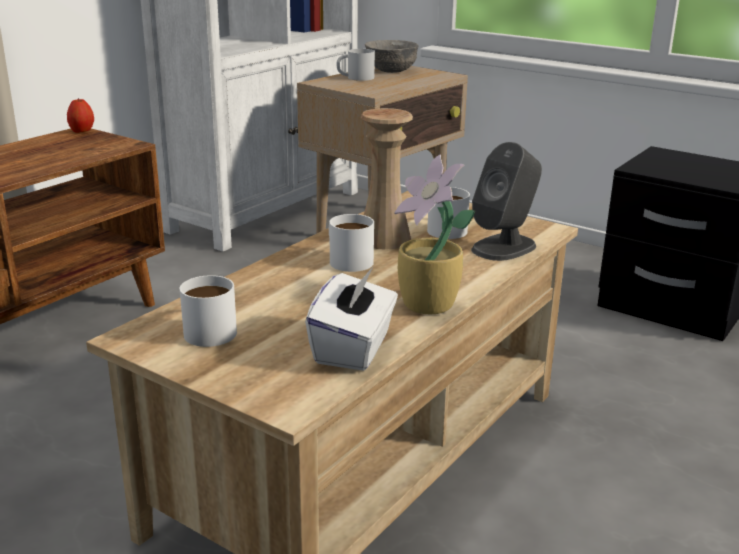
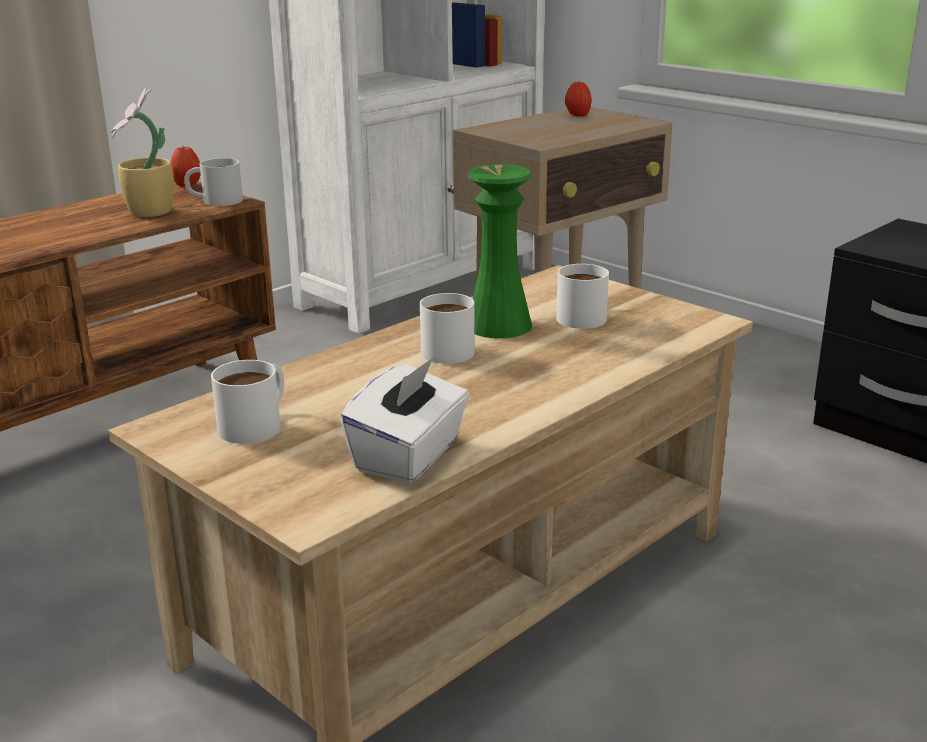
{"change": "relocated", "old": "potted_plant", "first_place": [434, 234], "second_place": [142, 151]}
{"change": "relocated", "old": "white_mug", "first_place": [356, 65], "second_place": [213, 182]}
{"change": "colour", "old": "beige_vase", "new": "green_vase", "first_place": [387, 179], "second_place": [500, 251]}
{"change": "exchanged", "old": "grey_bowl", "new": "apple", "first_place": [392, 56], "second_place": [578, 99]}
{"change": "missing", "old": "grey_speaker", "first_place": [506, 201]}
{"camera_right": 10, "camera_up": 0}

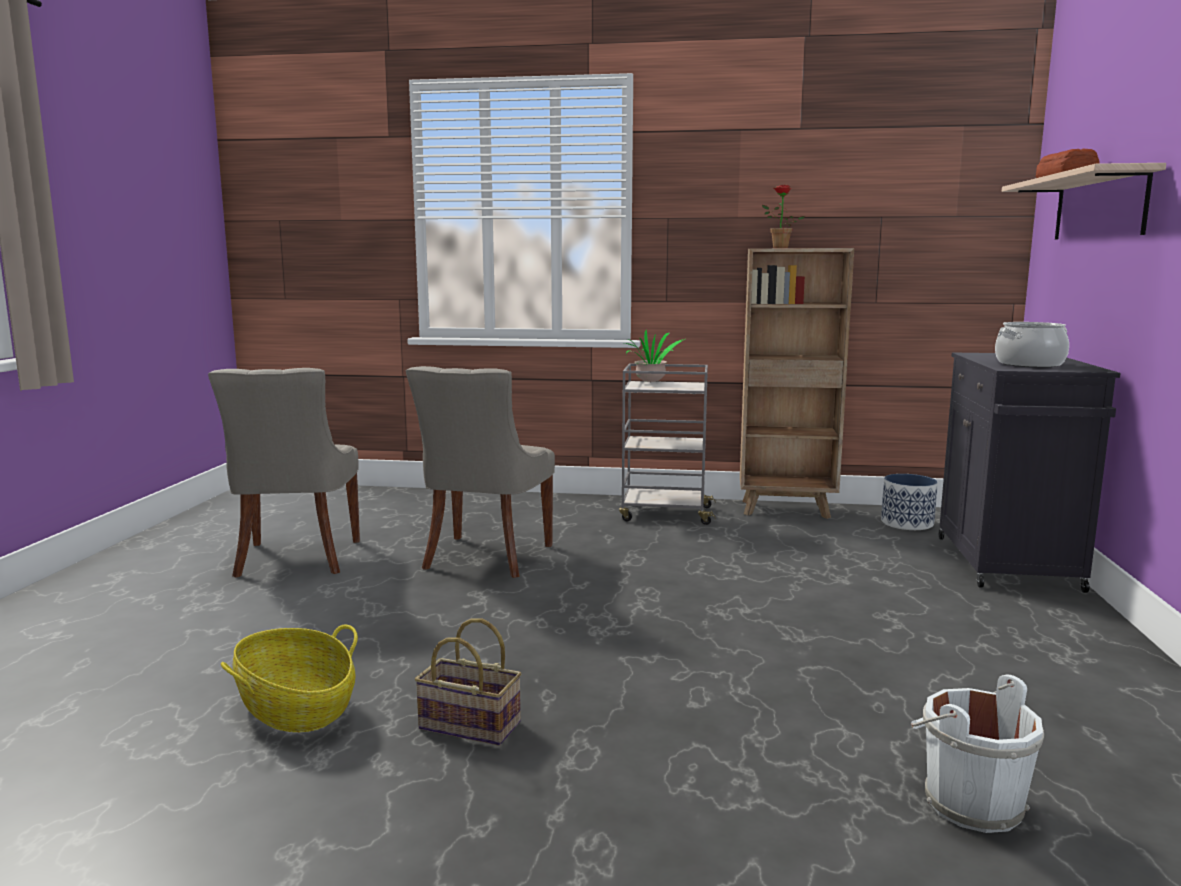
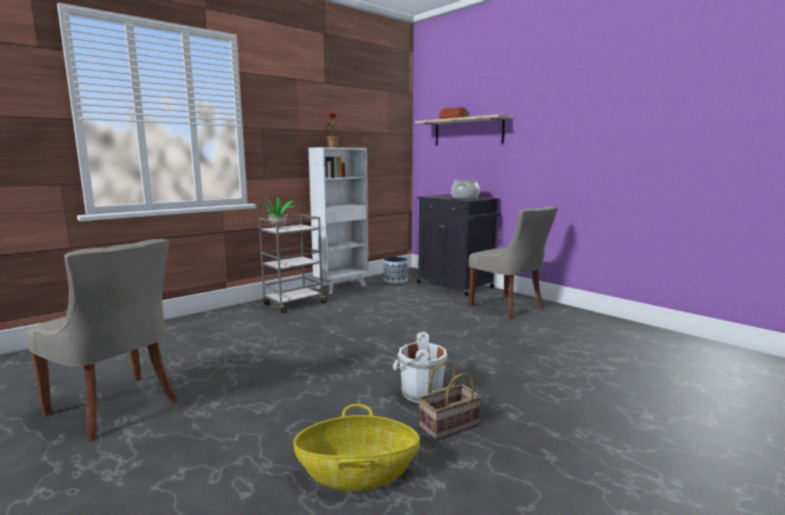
{"change": "colour", "old": "brown_bookcase", "new": "white_bookcase", "first_place": [797, 383], "second_place": [338, 220]}
{"change": "relocated", "old": "white_bucket", "first_place": [977, 753], "second_place": [420, 367]}
{"change": "relocated", "old": "grey_chair", "first_place": [480, 472], "second_place": [513, 262]}
{"camera_right": -50, "camera_up": 0}

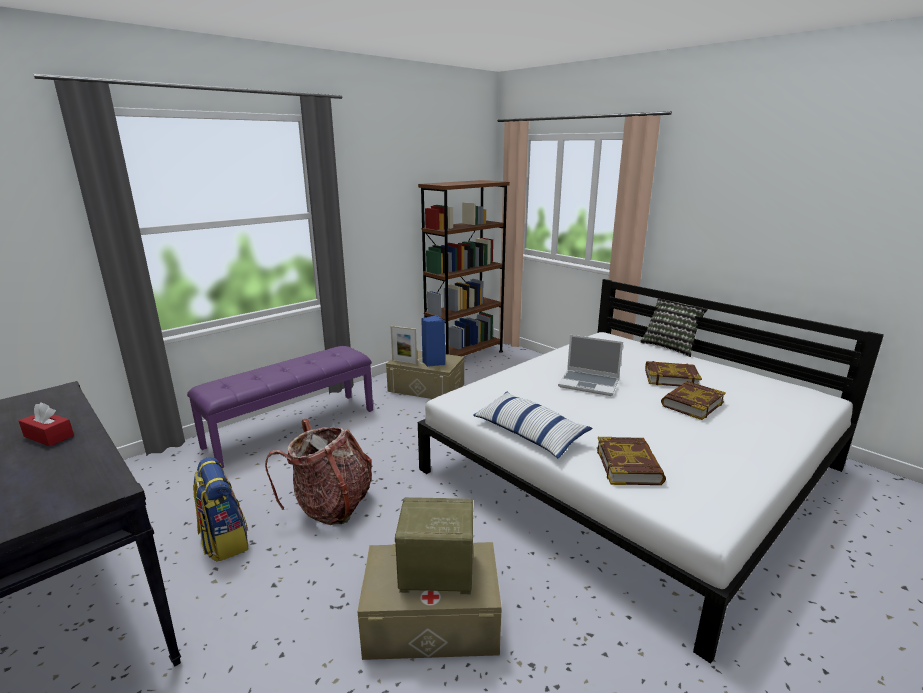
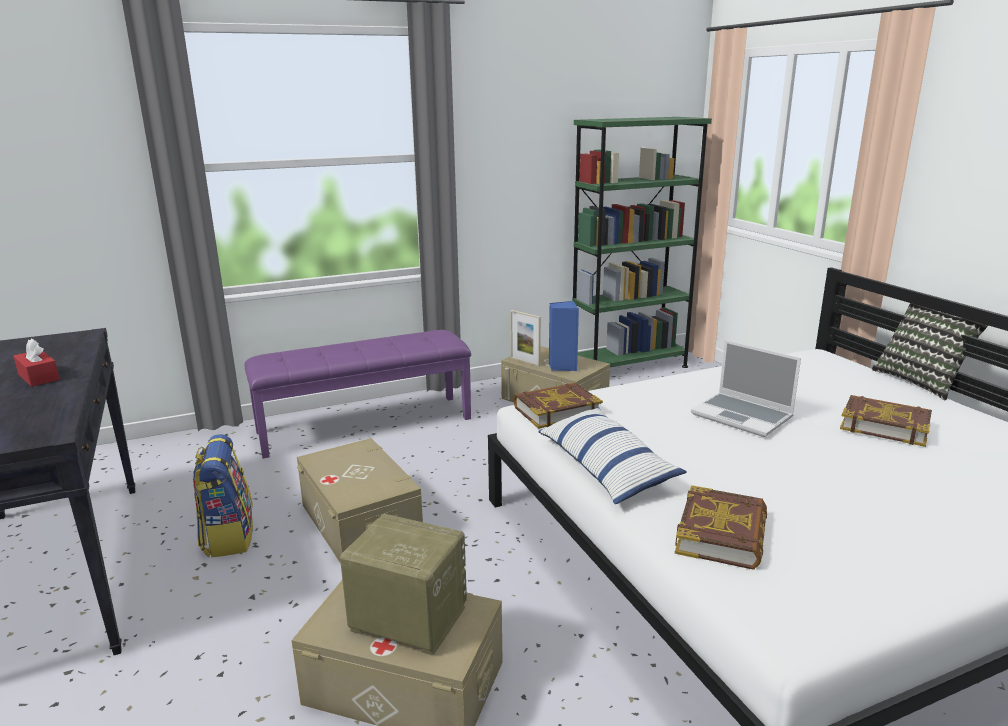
{"change": "exchanged", "old": "backpack", "new": "beige_storage_box", "first_place": [318, 472], "second_place": [360, 500]}
{"change": "relocated", "old": "book", "first_place": [693, 400], "second_place": [558, 406]}
{"change": "colour", "old": "brown_bookcase", "new": "green_bookcase", "first_place": [464, 268], "second_place": [642, 242]}
{"camera_right": 20, "camera_up": 0}

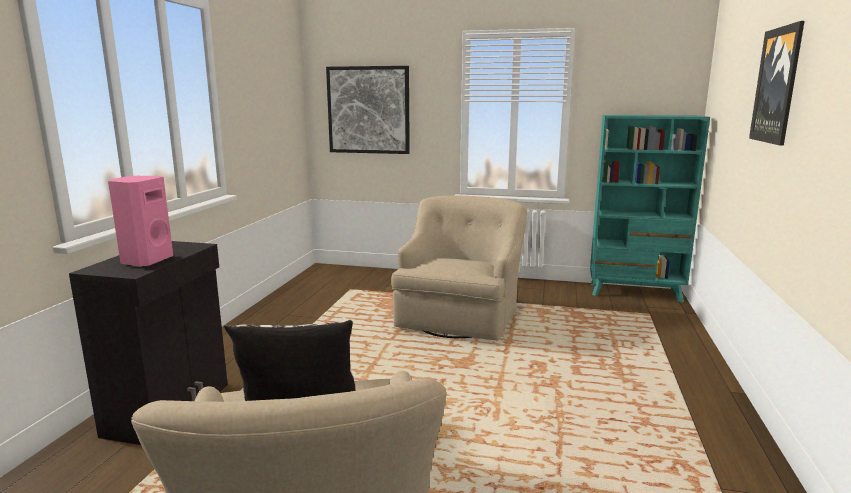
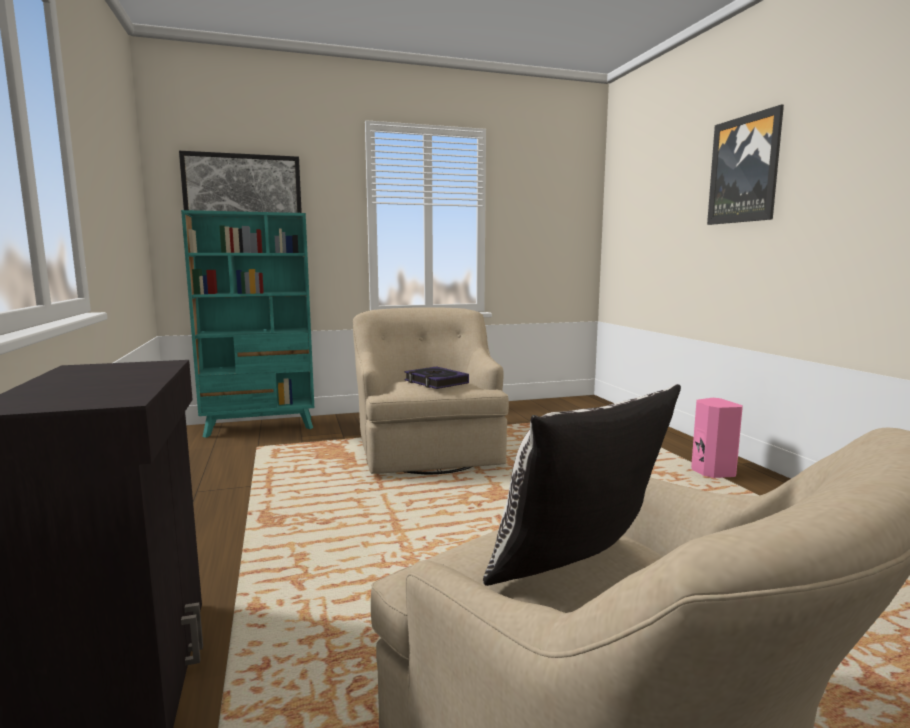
{"change": "relocated", "old": "turquoise_bookcase", "first_place": [650, 209], "second_place": [247, 324]}
{"change": "appeared", "new": "book", "second_place": [436, 377]}
{"change": "relocated", "old": "pink_speaker", "first_place": [140, 221], "second_place": [717, 438]}
{"camera_right": -30, "camera_up": -5}

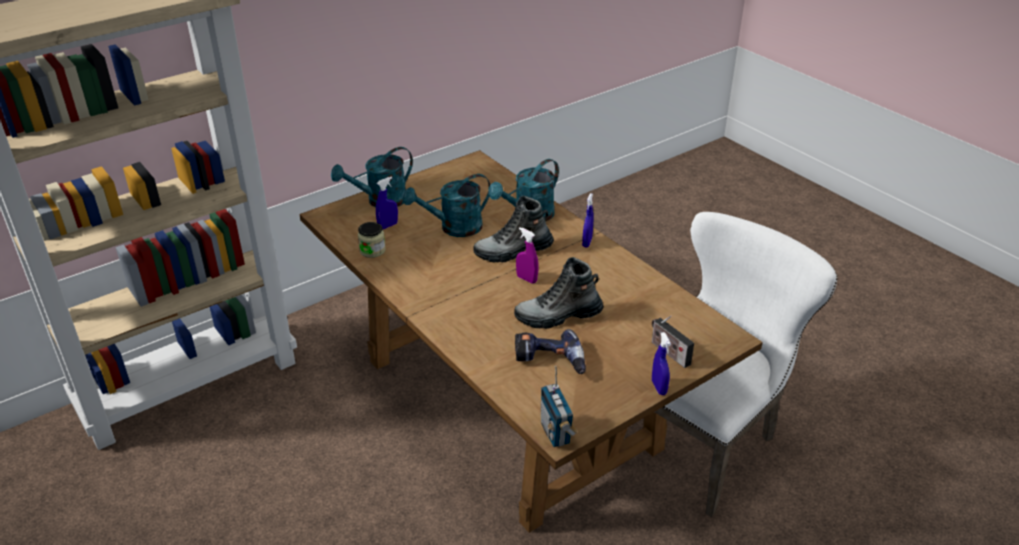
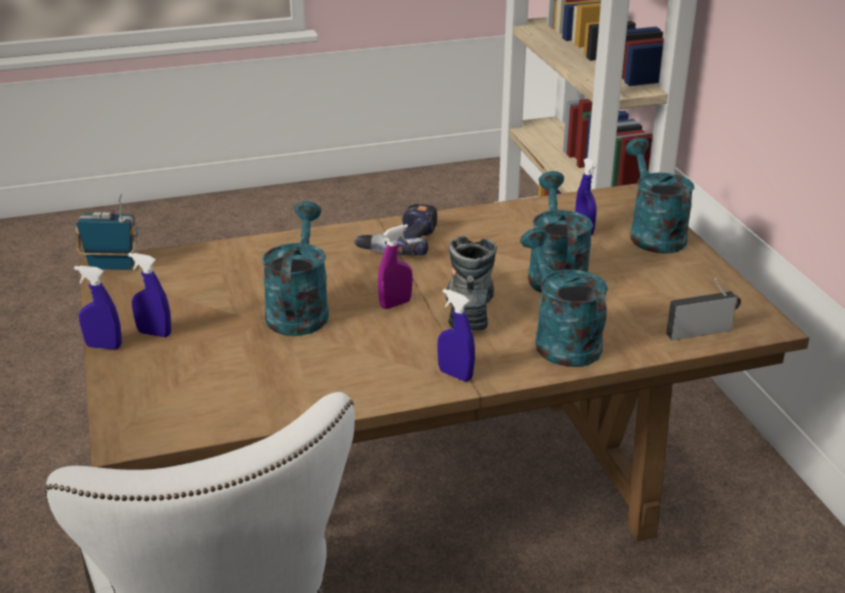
{"change": "appeared", "new": "blue_spray_bottle", "second_place": [149, 295]}
{"change": "exchanged", "old": "boot", "new": "turquoise_watering_can", "first_place": [559, 293], "second_place": [295, 268]}
{"change": "relocated", "old": "power_drill", "first_place": [550, 351], "second_place": [395, 230]}
{"change": "relocated", "old": "radio", "first_place": [673, 342], "second_place": [703, 309]}
{"change": "missing", "old": "jar", "first_place": [372, 240]}
{"camera_right": 110, "camera_up": -5}

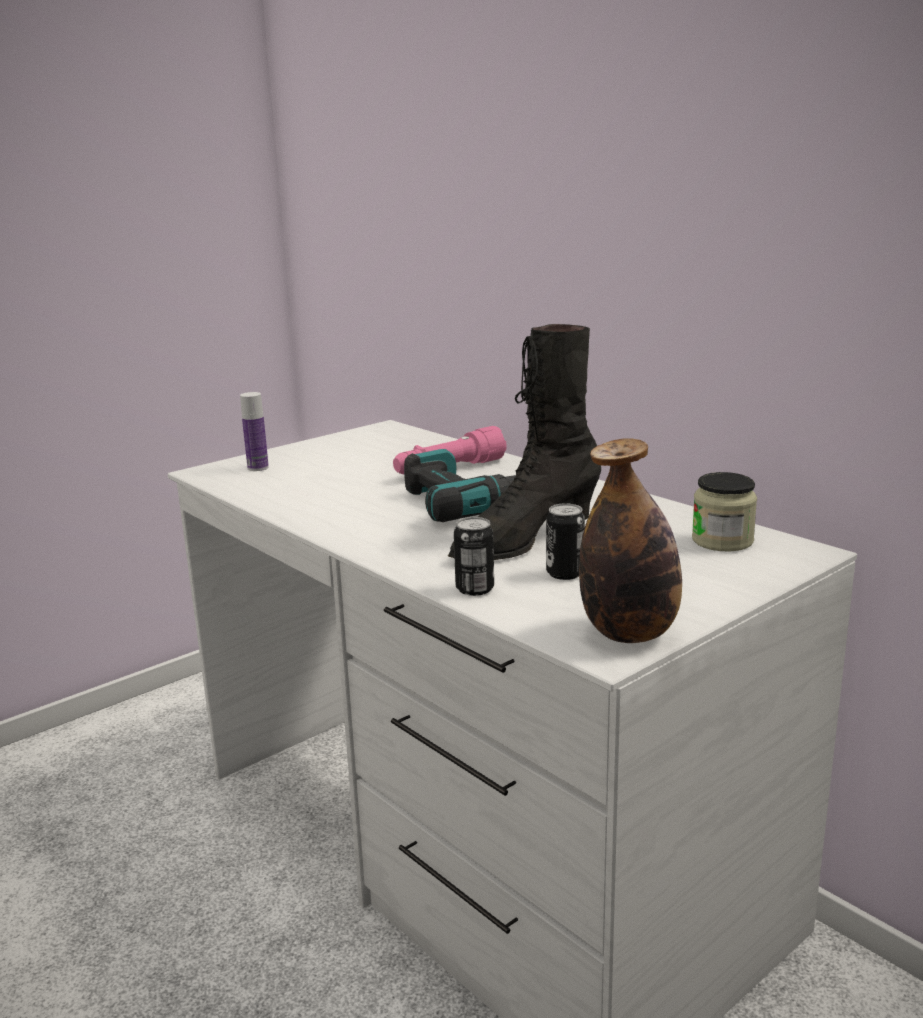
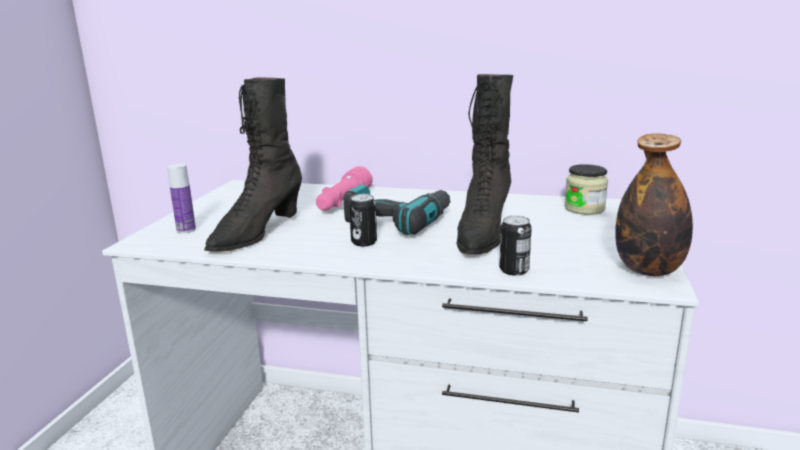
{"change": "appeared", "new": "black_boot", "second_place": [253, 164]}
{"change": "relocated", "old": "can", "first_place": [565, 541], "second_place": [363, 220]}
{"camera_right": -35, "camera_up": 0}

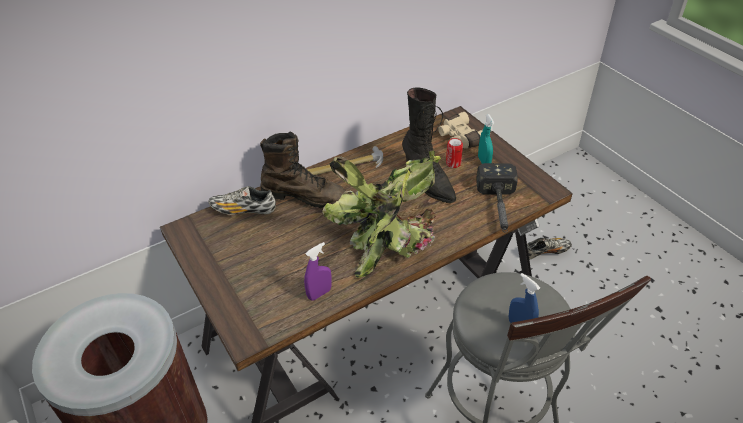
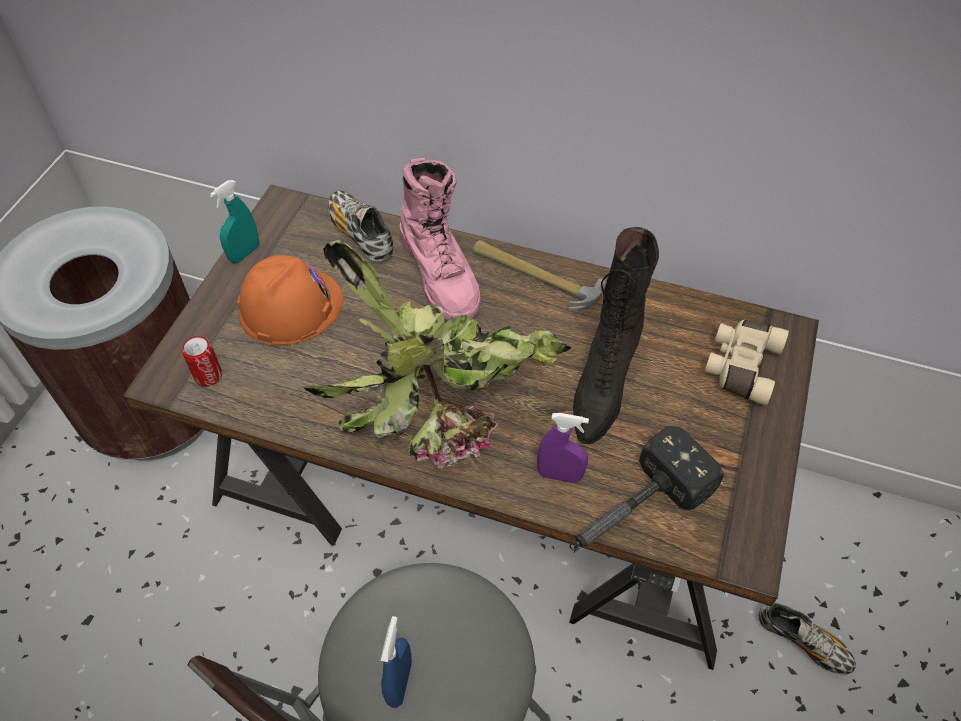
{"change": "relocated", "old": "can", "first_place": [454, 153], "second_place": [202, 361]}
{"change": "relocated", "old": "turquoise_spray_bottle", "first_place": [486, 139], "second_place": [234, 222]}
{"change": "appeared", "new": "orange_hard_hat", "second_place": [290, 300]}
{"change": "colour", "old": "brown_boot", "new": "pink_boot", "first_place": [303, 170], "second_place": [440, 239]}
{"change": "relocated", "old": "purple_spray_bottle", "first_place": [318, 271], "second_place": [563, 448]}
{"camera_right": 50, "camera_up": 10}

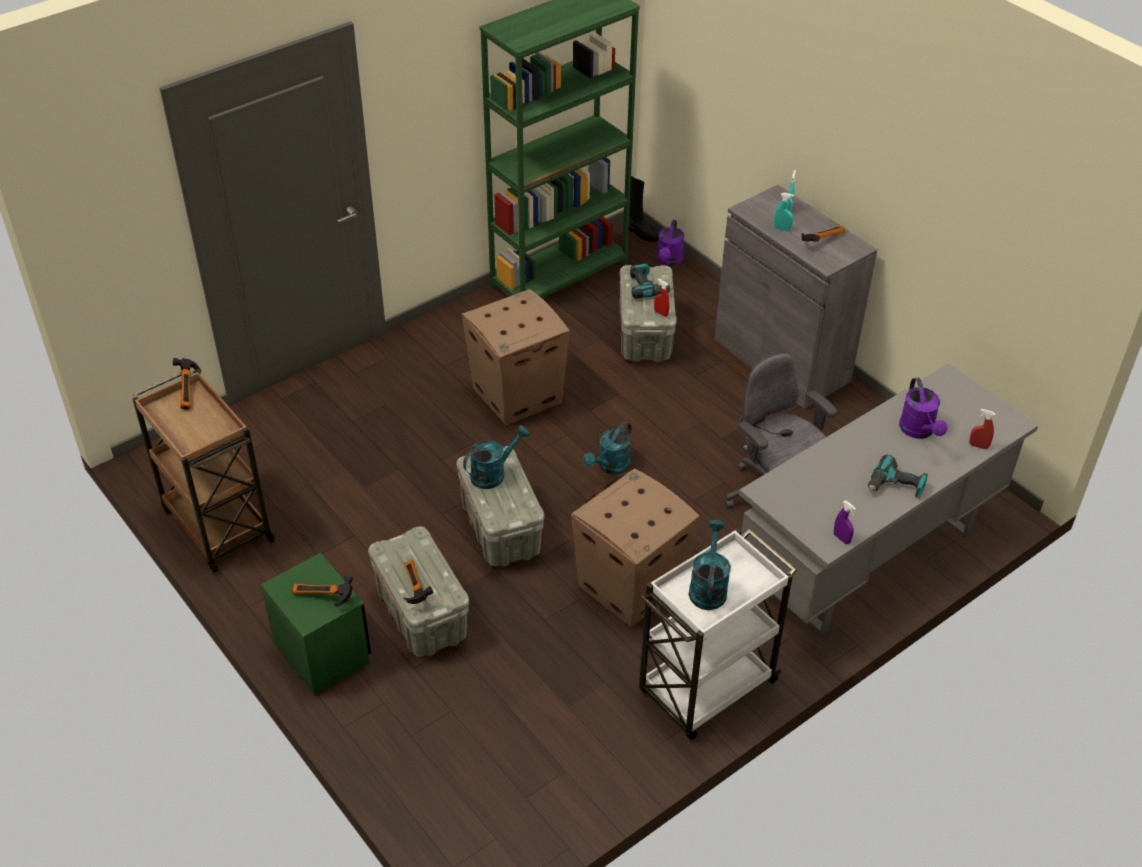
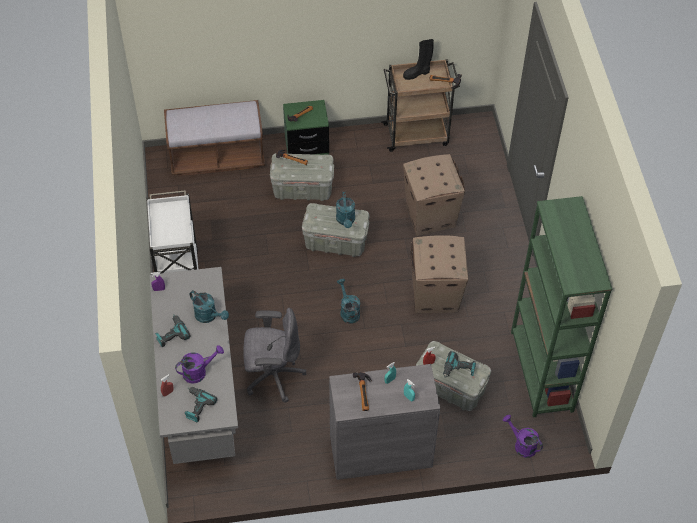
{"change": "appeared", "new": "brown_bench", "second_place": [214, 138]}
{"change": "spun", "old": "purple_watering_can", "first_place": [923, 408], "second_place": [199, 364], "degrees": 135}
{"change": "appeared", "new": "power_drill", "second_place": [201, 404]}
{"change": "relocated", "old": "turquoise_watering_can", "first_place": [710, 565], "second_place": [209, 306]}
{"change": "relocated", "old": "black_boot", "first_place": [644, 209], "second_place": [418, 59]}
{"change": "relocated", "old": "cardboard_box", "first_place": [635, 548], "second_place": [434, 195]}
{"camera_right": 120, "camera_up": 10}

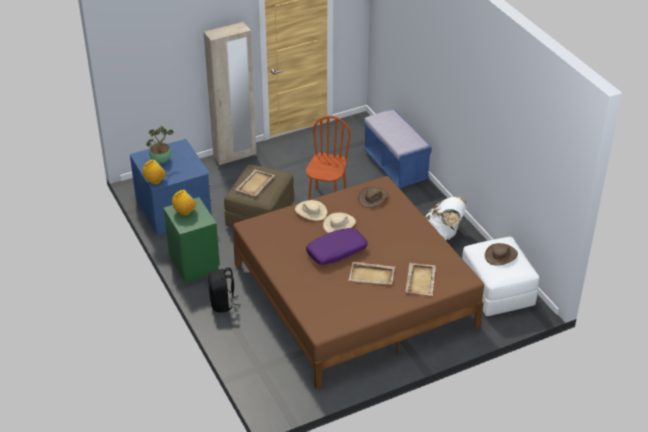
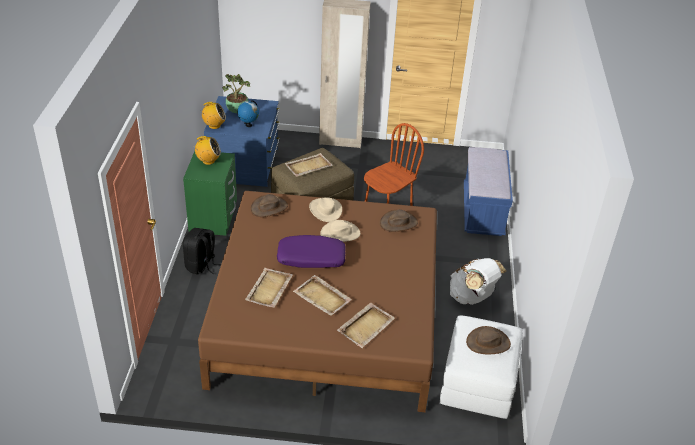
{"change": "appeared", "new": "globe", "second_place": [248, 113]}
{"change": "appeared", "new": "beige_tray", "second_place": [269, 288]}
{"change": "appeared", "new": "brown_hat", "second_place": [269, 205]}
{"camera_right": 30, "camera_up": 0}

